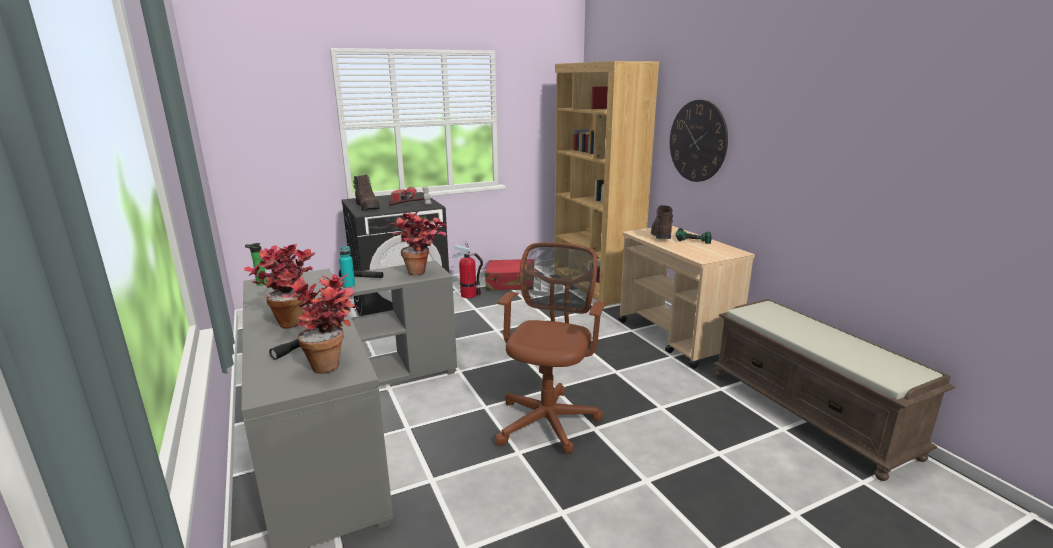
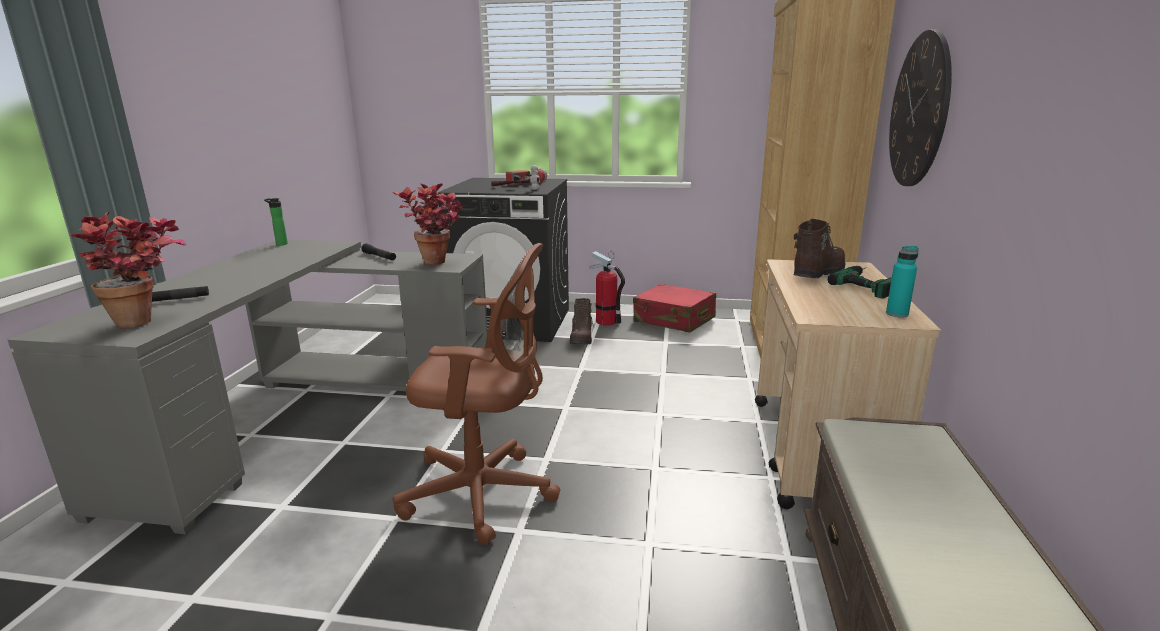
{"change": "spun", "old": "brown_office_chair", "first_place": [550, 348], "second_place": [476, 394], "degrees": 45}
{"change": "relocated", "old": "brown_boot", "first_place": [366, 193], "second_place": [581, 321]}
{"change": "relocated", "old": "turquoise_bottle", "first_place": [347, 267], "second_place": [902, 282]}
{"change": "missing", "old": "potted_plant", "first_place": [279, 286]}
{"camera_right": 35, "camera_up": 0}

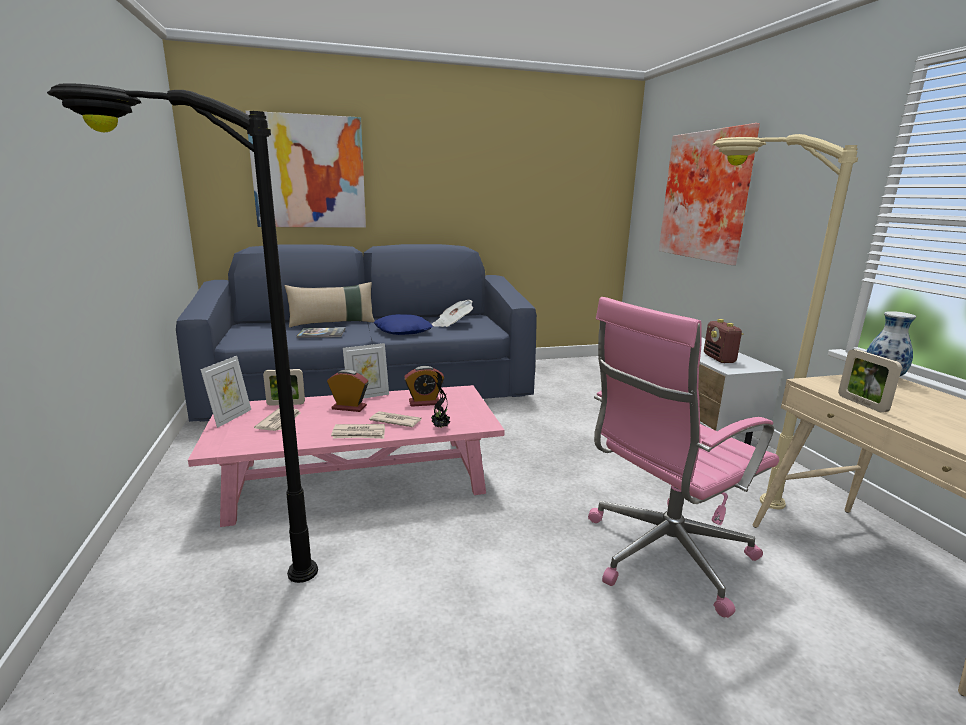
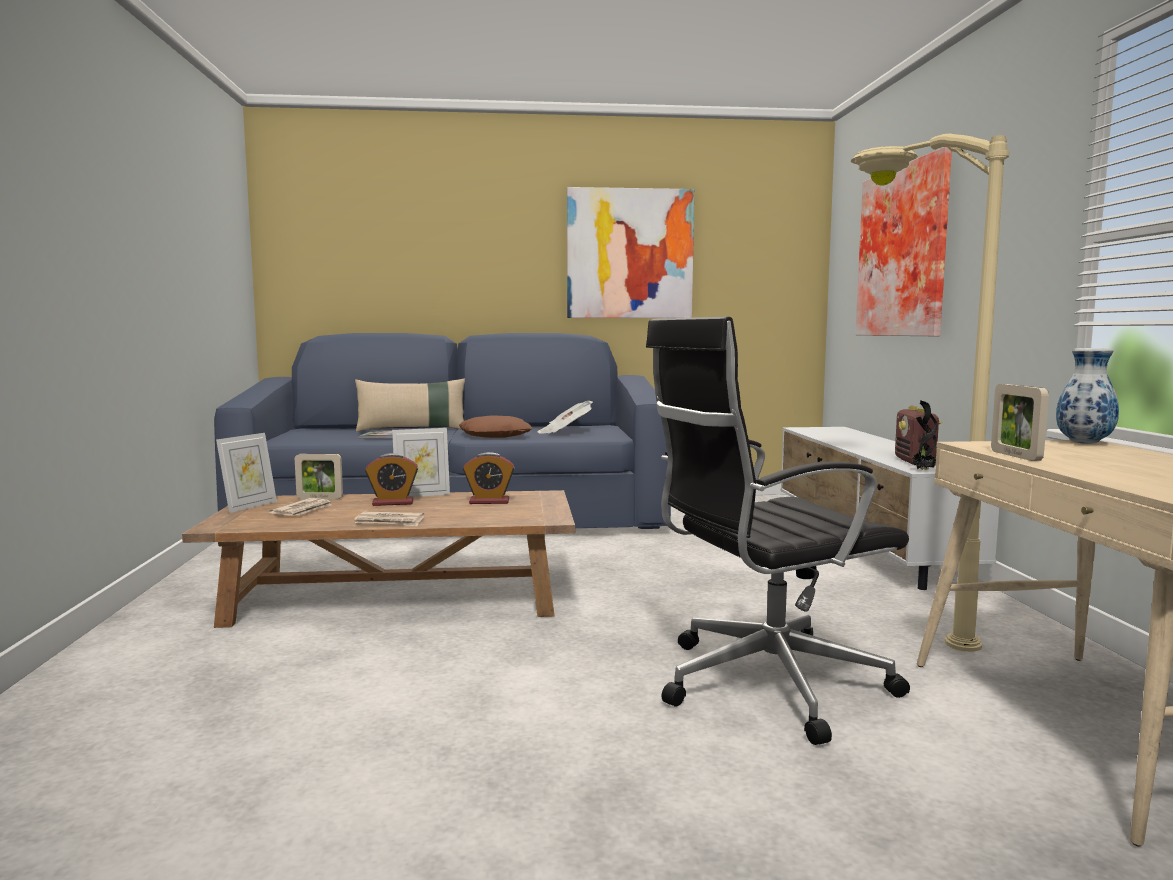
{"change": "colour", "old": "pink_coffee_table", "new": "brown_coffee_table", "first_place": [346, 456], "second_place": [378, 559]}
{"change": "spun", "old": "alarm_clock", "first_place": [347, 391], "second_place": [391, 479], "degrees": 150}
{"change": "colour", "old": "blue_pillow", "new": "brown_pillow", "first_place": [403, 324], "second_place": [495, 426]}
{"change": "relocated", "old": "picture", "first_place": [305, 169], "second_place": [630, 252]}
{"change": "colour", "old": "pink_office_chair", "new": "black_office_chair", "first_place": [683, 457], "second_place": [778, 531]}
{"change": "relocated", "old": "potted_plant", "first_place": [440, 399], "second_place": [925, 435]}
{"change": "missing", "old": "black_floor_lamp", "first_place": [182, 333]}
{"change": "missing", "old": "newspaper", "first_place": [395, 419]}
{"camera_right": 10, "camera_up": -10}

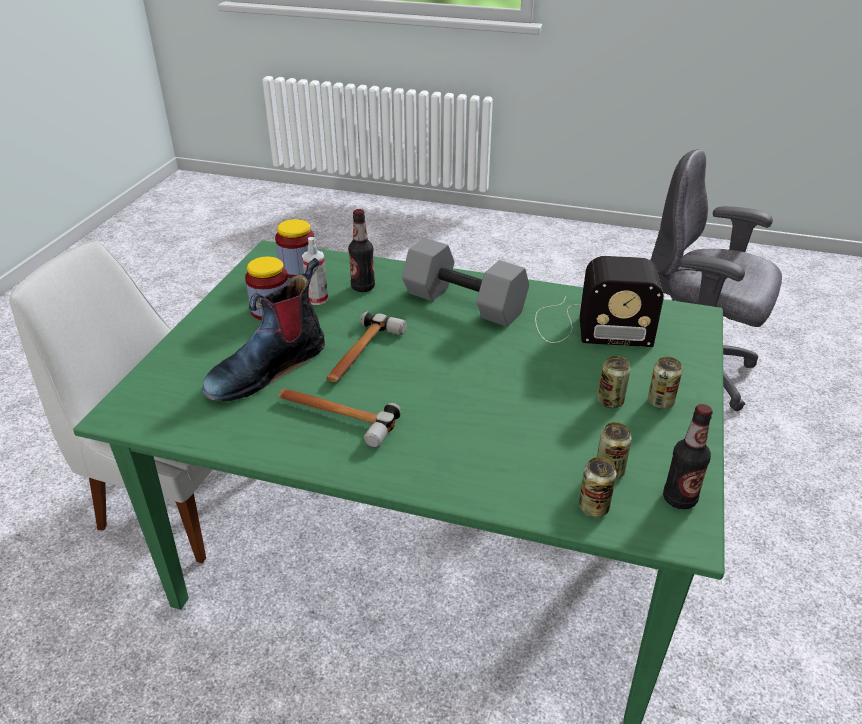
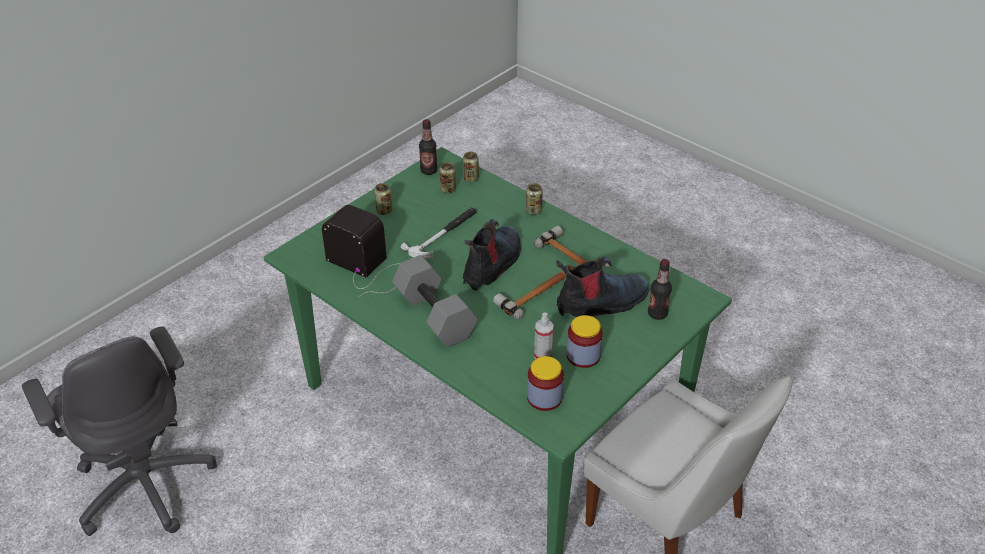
{"change": "appeared", "new": "hammer", "second_place": [439, 233]}
{"change": "appeared", "new": "boot", "second_place": [492, 255]}
{"change": "relocated", "old": "can", "first_place": [613, 382], "second_place": [534, 199]}
{"change": "relocated", "old": "bottle", "first_place": [361, 250], "second_place": [660, 289]}
{"camera_right": -155, "camera_up": 5}

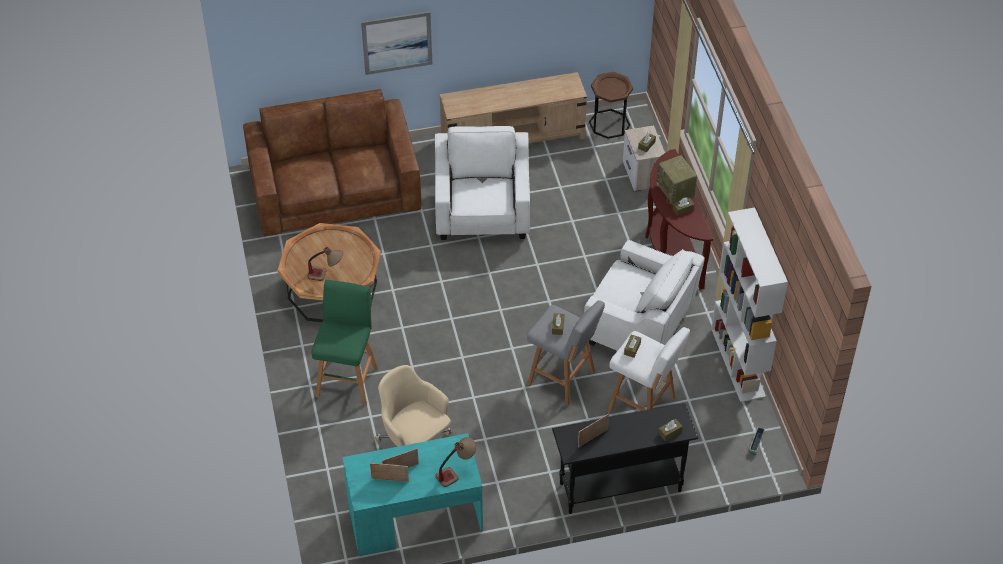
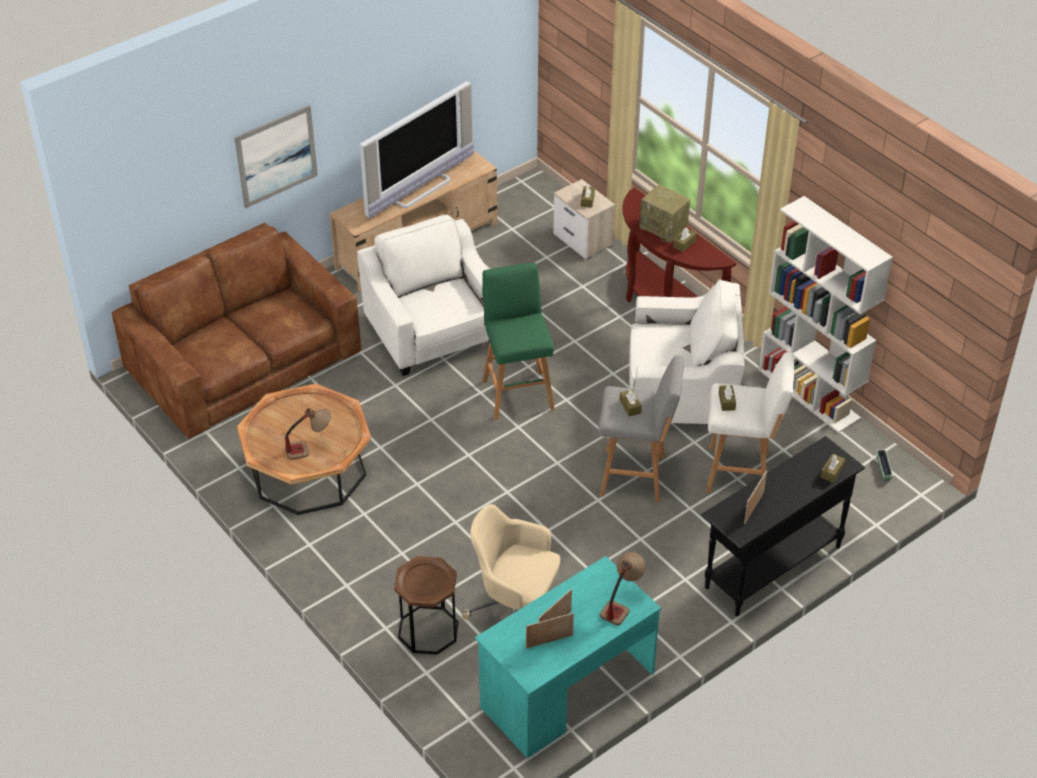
{"change": "appeared", "new": "television", "second_place": [417, 149]}
{"change": "relocated", "old": "brown_side_table", "first_place": [611, 105], "second_place": [426, 605]}
{"change": "relocated", "old": "green_stool", "first_place": [344, 343], "second_place": [518, 341]}
{"camera_right": -25, "camera_up": -5}

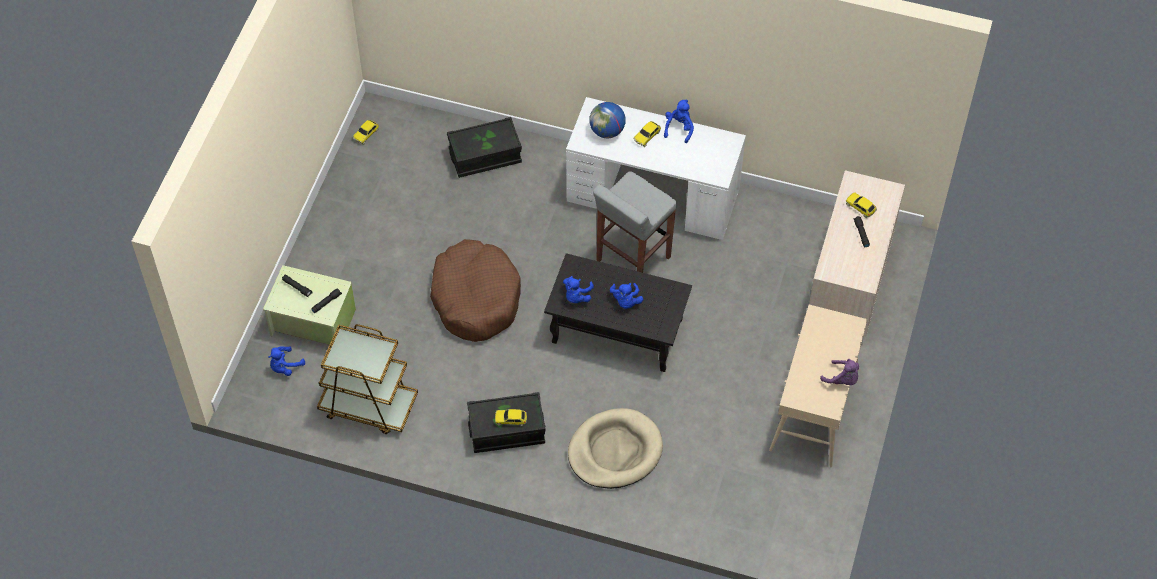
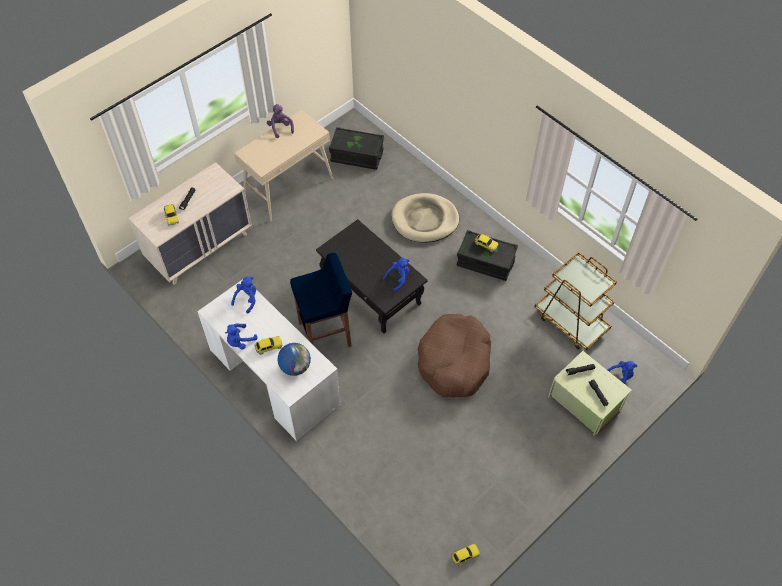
{"change": "relocated", "old": "blue_plush_toy", "first_place": [626, 296], "second_place": [243, 295]}
{"change": "colour", "old": "grey_stool", "new": "blue_stool", "first_place": [635, 222], "second_place": [321, 300]}
{"change": "relocated", "old": "black_storage_box", "first_place": [484, 147], "second_place": [356, 148]}
{"camera_right": -150, "camera_up": 0}

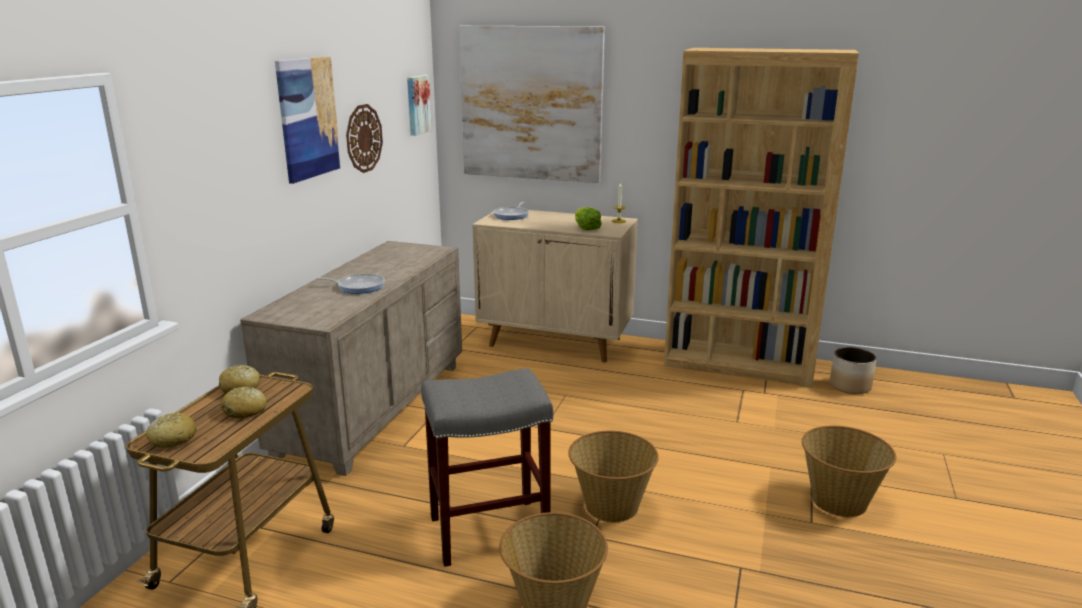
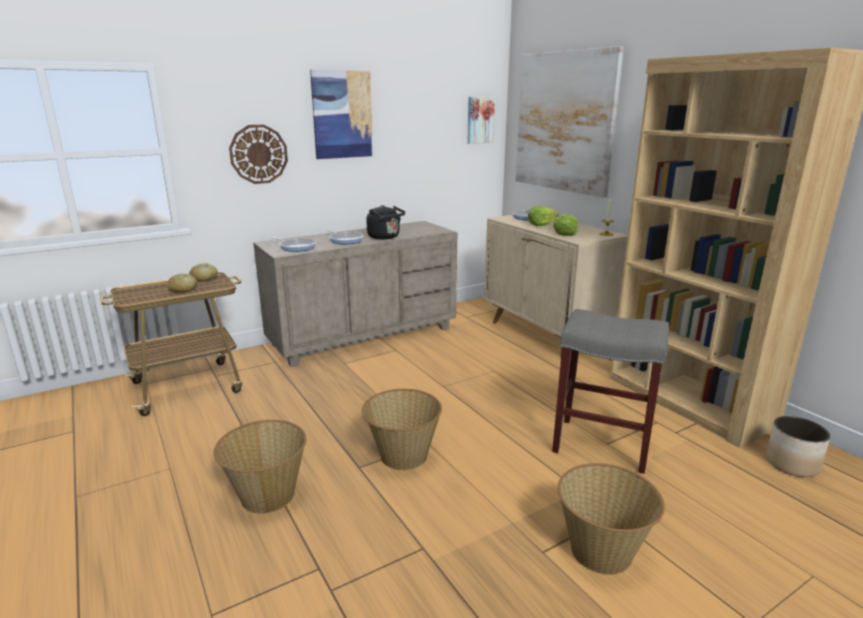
{"change": "relocated", "old": "wall_clock", "first_place": [364, 138], "second_place": [258, 154]}
{"change": "appeared", "new": "frying_pan", "second_place": [293, 244]}
{"change": "appeared", "new": "black_kettle", "second_place": [385, 222]}
{"change": "appeared", "new": "lettuce", "second_place": [543, 216]}
{"change": "relocated", "old": "grey_stool", "first_place": [487, 467], "second_place": [610, 391]}
{"change": "missing", "old": "bread", "first_place": [171, 430]}
{"camera_right": 40, "camera_up": 0}

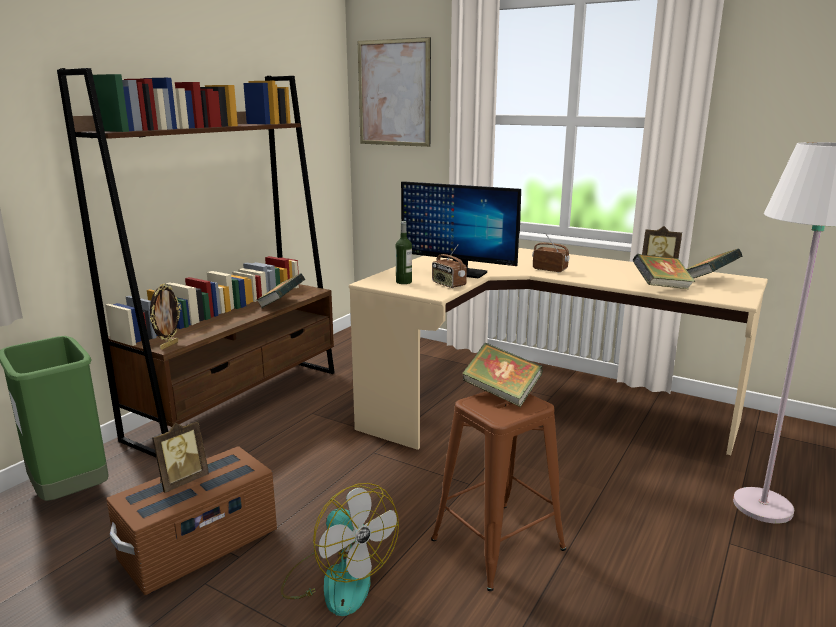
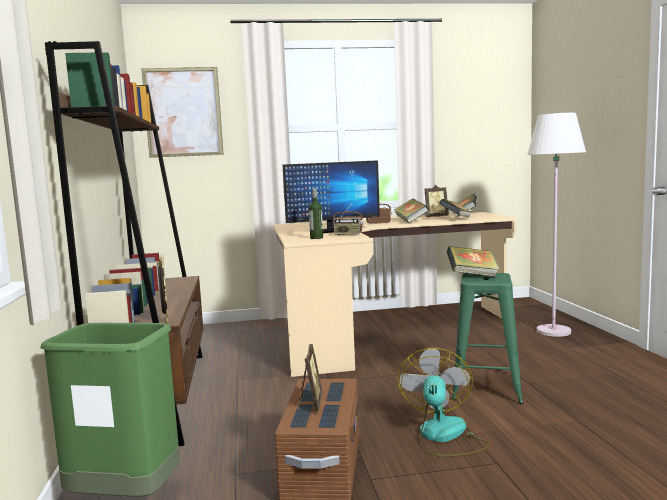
{"change": "relocated", "old": "book", "first_place": [280, 290], "second_place": [411, 211]}
{"change": "spun", "old": "fan", "first_place": [340, 549], "second_place": [443, 402], "degrees": -90}
{"change": "colour", "old": "brown_stool", "new": "green_stool", "first_place": [498, 491], "second_place": [487, 338]}
{"camera_right": -40, "camera_up": -10}

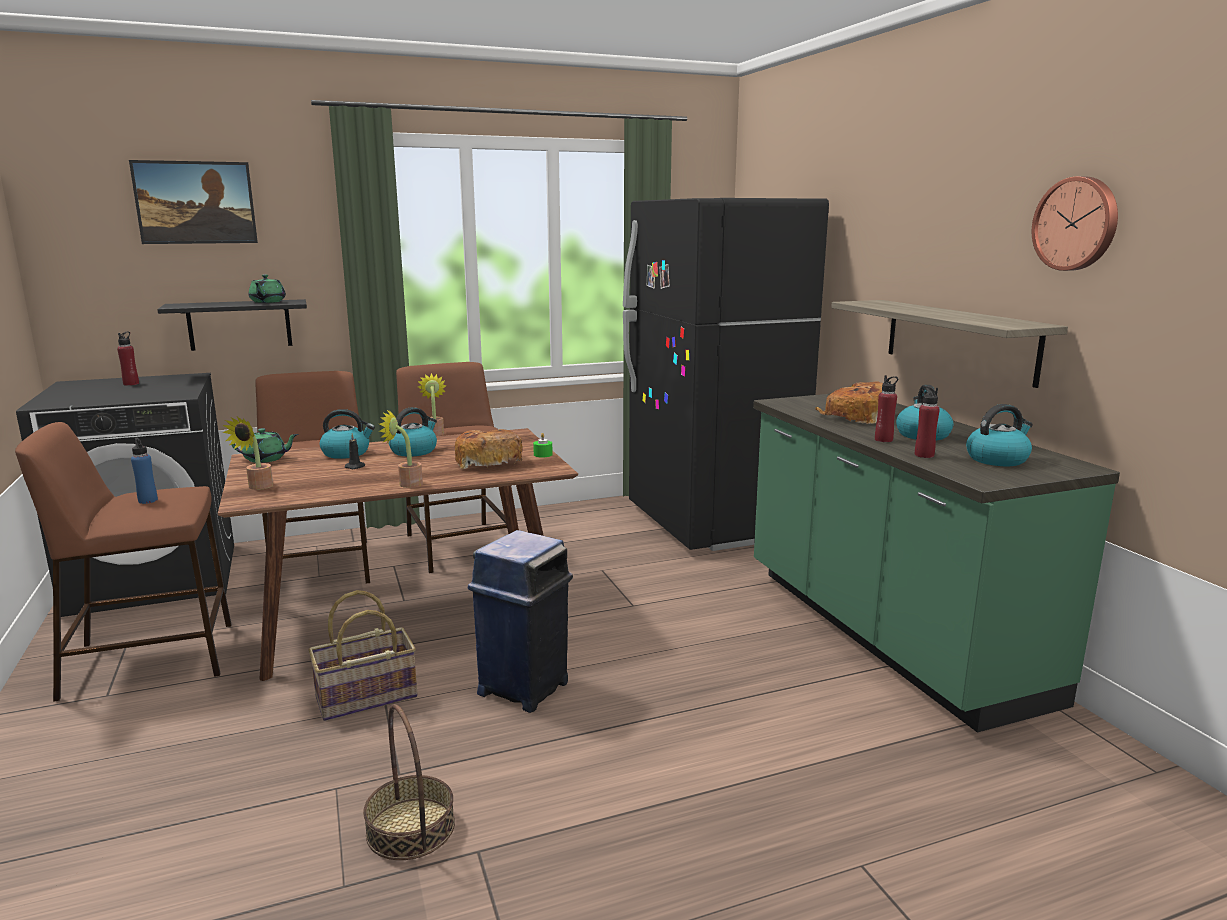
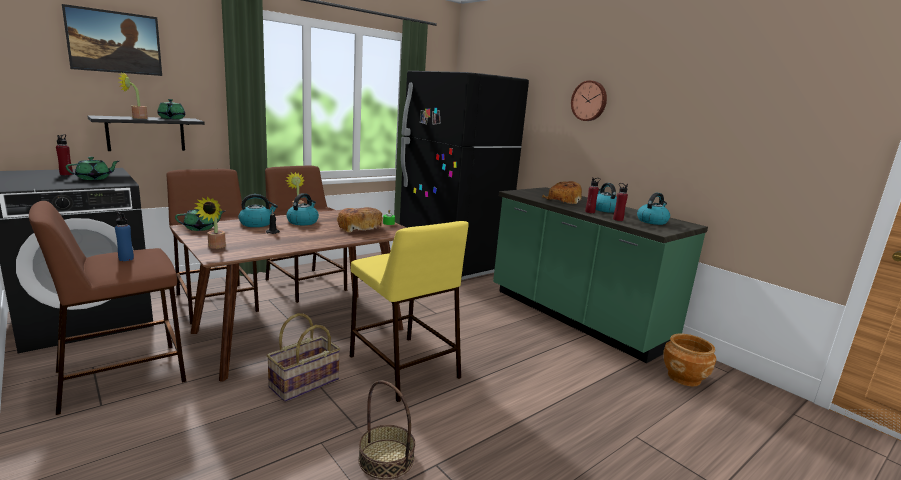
{"change": "appeared", "new": "green_teapot", "second_place": [92, 168]}
{"change": "relocated", "old": "potted_plant", "first_place": [401, 448], "second_place": [133, 95]}
{"change": "exchanged", "old": "blue_trash_can", "new": "yellow_stool", "first_place": [520, 621], "second_place": [409, 311]}
{"change": "relocated", "old": "wall_clock", "first_place": [1075, 223], "second_place": [589, 100]}
{"change": "appeared", "new": "brown_planter", "second_place": [690, 360]}
{"change": "missing", "old": "shelf", "first_place": [949, 344]}
{"camera_right": -20, "camera_up": 0}

